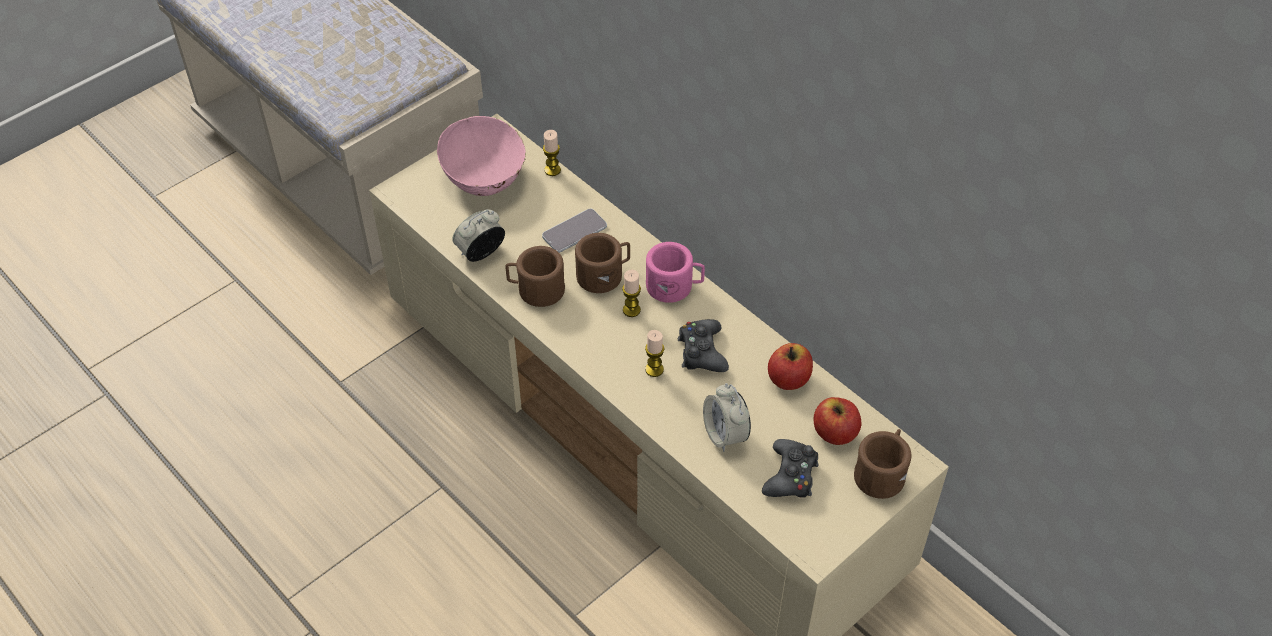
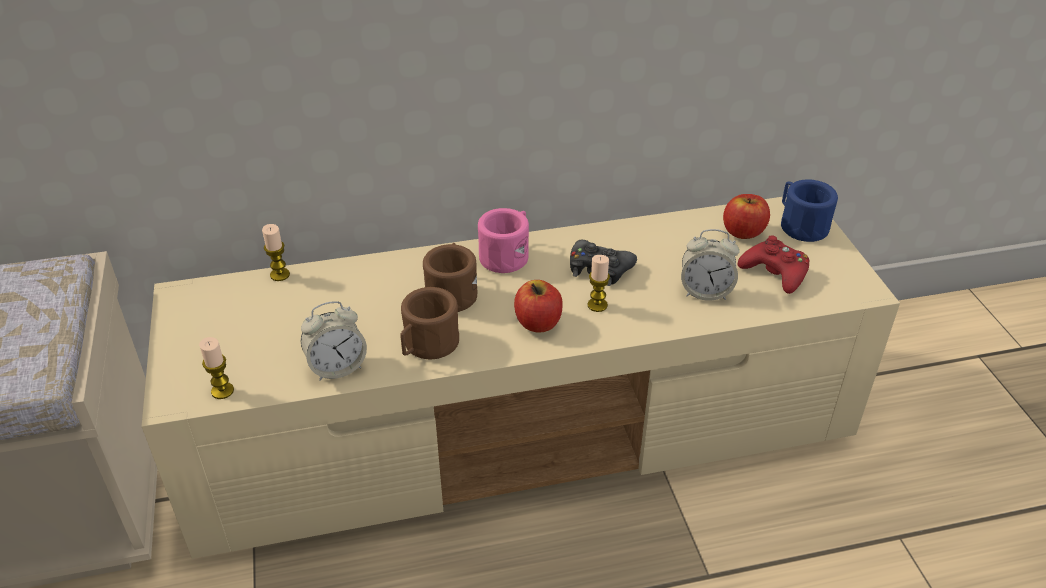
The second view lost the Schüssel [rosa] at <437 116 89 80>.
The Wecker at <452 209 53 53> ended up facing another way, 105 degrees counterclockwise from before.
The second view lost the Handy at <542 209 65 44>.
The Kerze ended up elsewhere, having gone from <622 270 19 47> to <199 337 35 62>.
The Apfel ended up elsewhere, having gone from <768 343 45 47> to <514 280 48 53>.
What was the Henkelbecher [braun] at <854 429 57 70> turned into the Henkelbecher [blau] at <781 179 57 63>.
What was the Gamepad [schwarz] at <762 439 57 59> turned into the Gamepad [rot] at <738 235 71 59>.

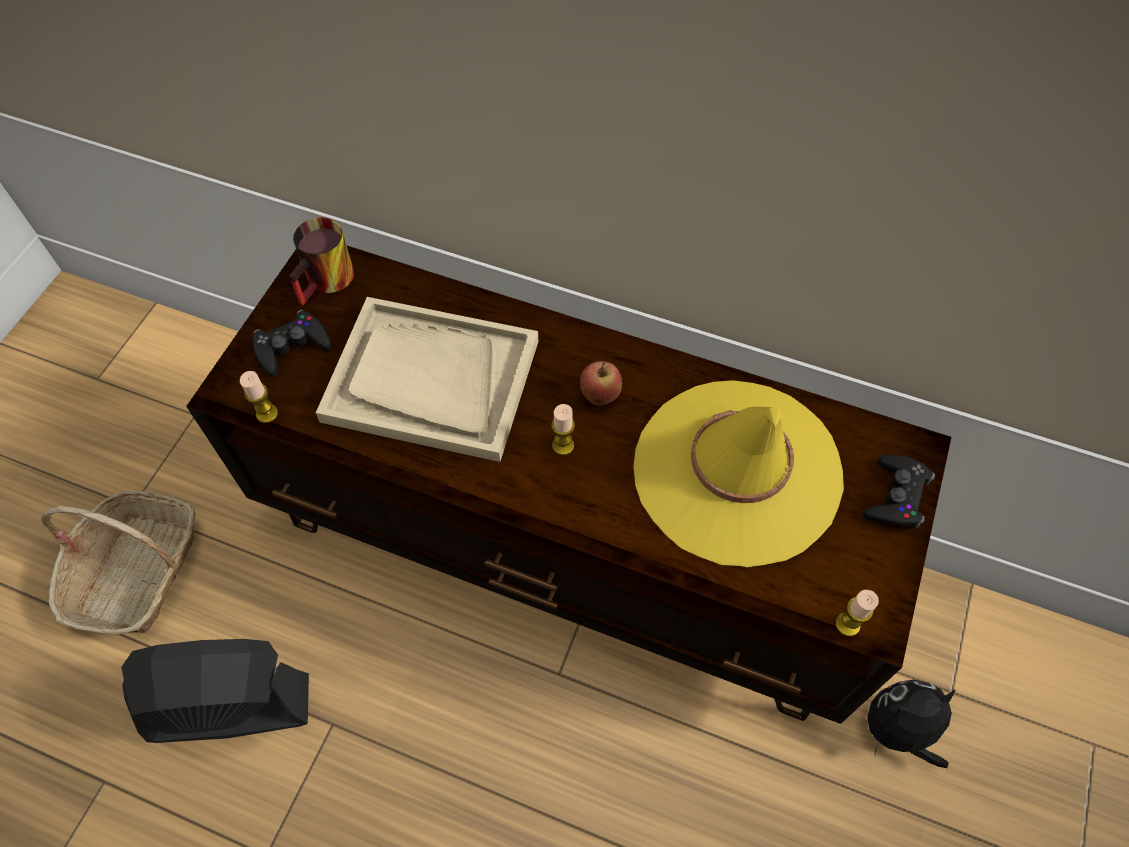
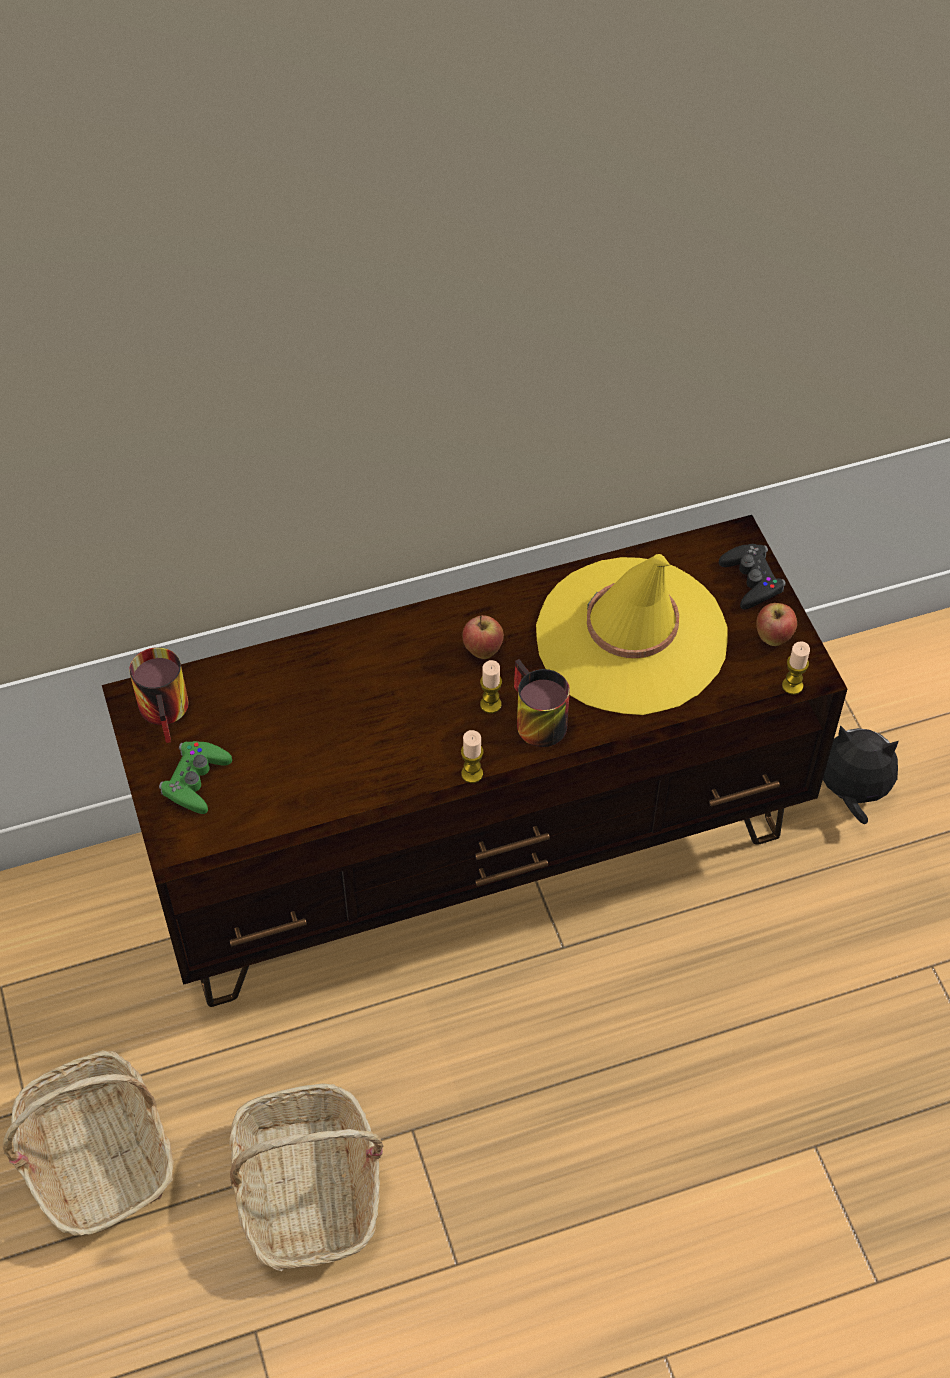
The second view lost the Tablett [beige] at <316 297 222 165>.
What was the Gamepad [schwarz] at <253 310 79 67> turned into the Gamepad [grün] at <159 741 73 73>.
The Kerze ended up elsewhere, having gone from <240 371 38 52> to <461 730 23 53>.
Where the Ventilator [schwarz] stood at <121 639 188 104>, the Korb came to stand at <229 1083 154 188>.
The Plüschtier at <867 680 89 88> ended up facing another way, 75 degrees clockwise from before.
The second view gained the Apfel at <756 603 41 43>.
The second view gained the Henkelbecher at <514 659 56 88>.

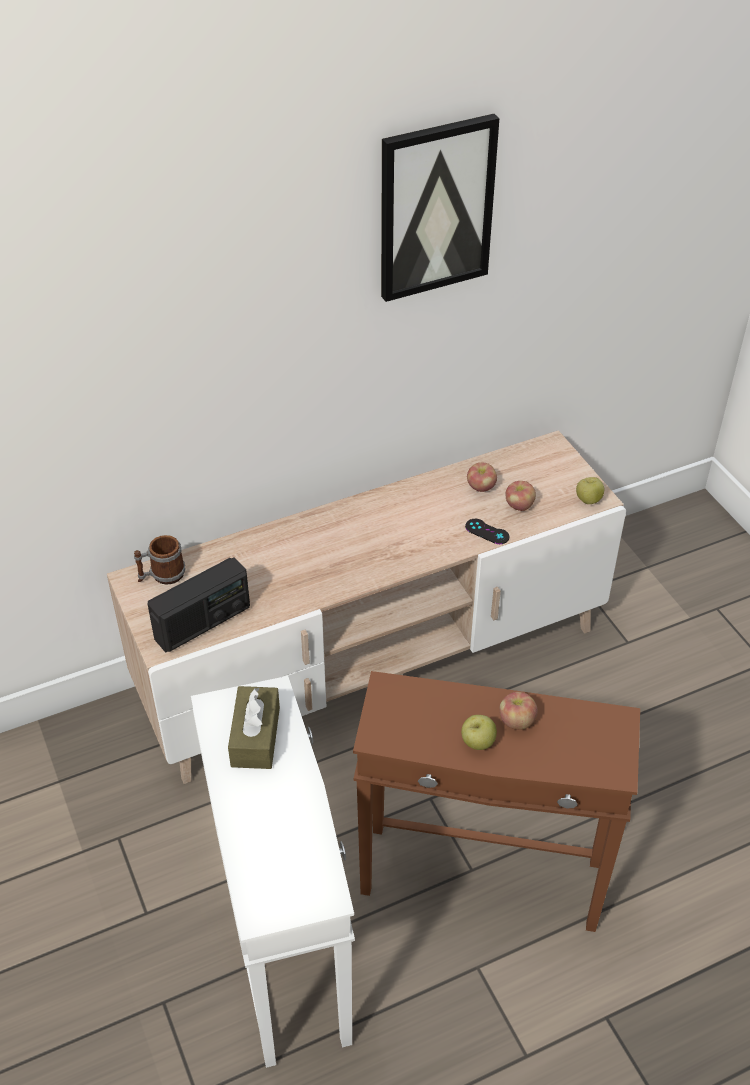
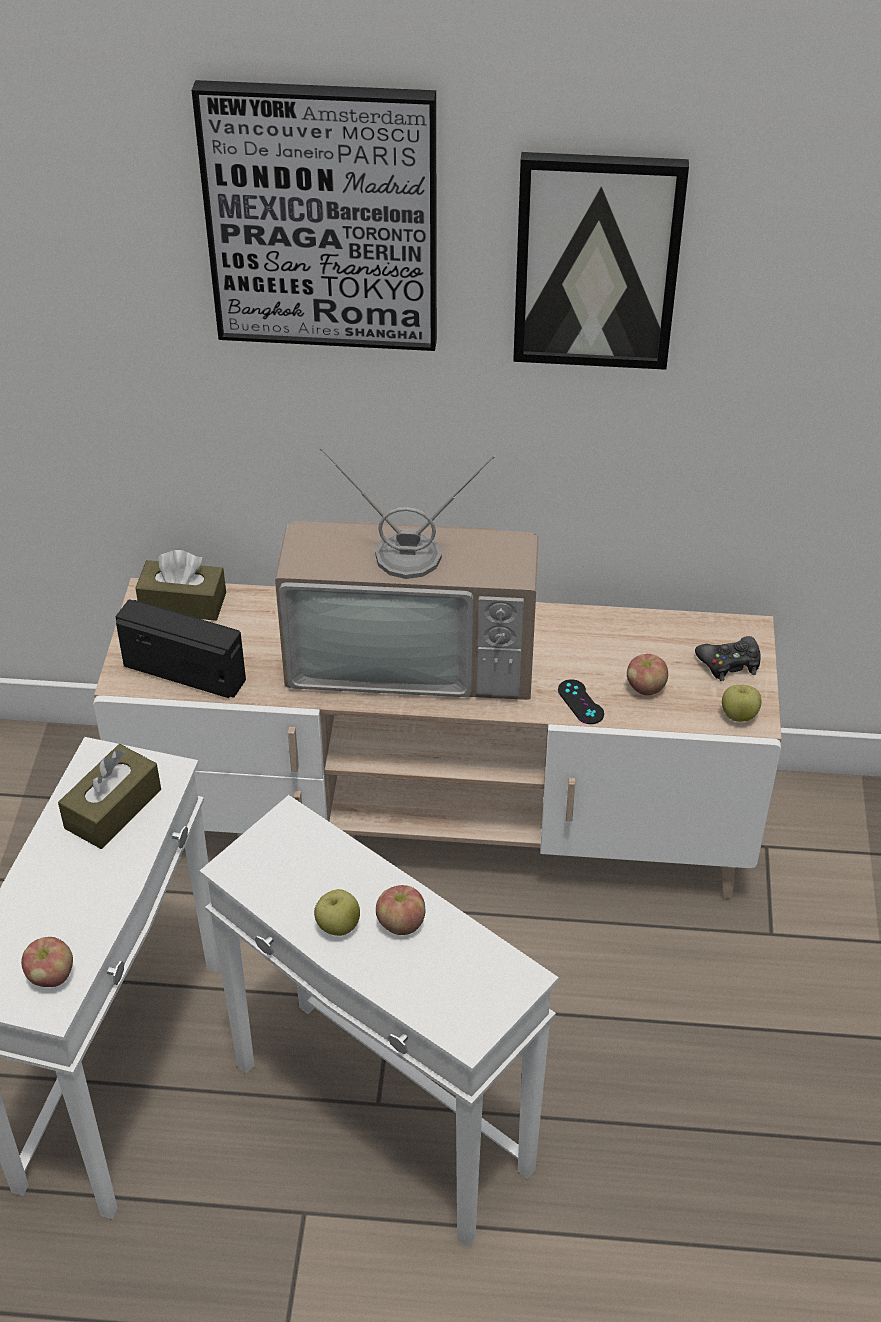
The Apfel ended up elsewhere, having gone from <467 463 30 29> to <21 937 52 50>.
Where the Henkelbecher stood at <134 535 52 50>, the Taschentuchbox [braun] came to stand at <135 550 91 71>.
The Radio at <147 557 103 96> ended up facing another way, 150 degrees counterclockwise from before.
What was the Beistelltisch [braun] at <353 671 287 261> turned into the Beistelltisch [weiß] at <200 795 359 452>.
The second view gained the Bild at <192 80 245 271>.
The second view gained the Fernseher at <275 448 264 252>.
The second view gained the Gamepad [schwarz] at <695 636 66 45>.

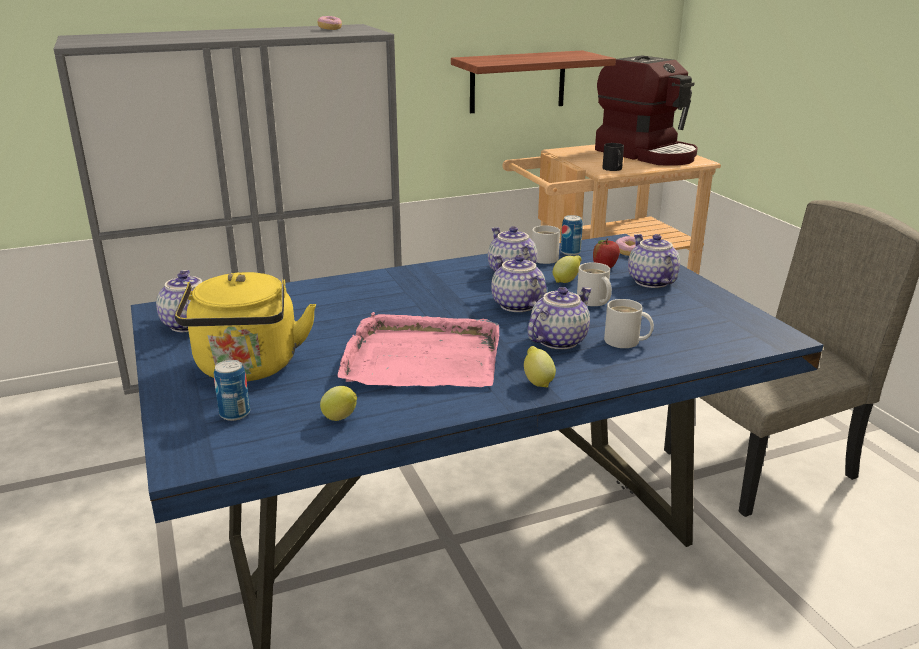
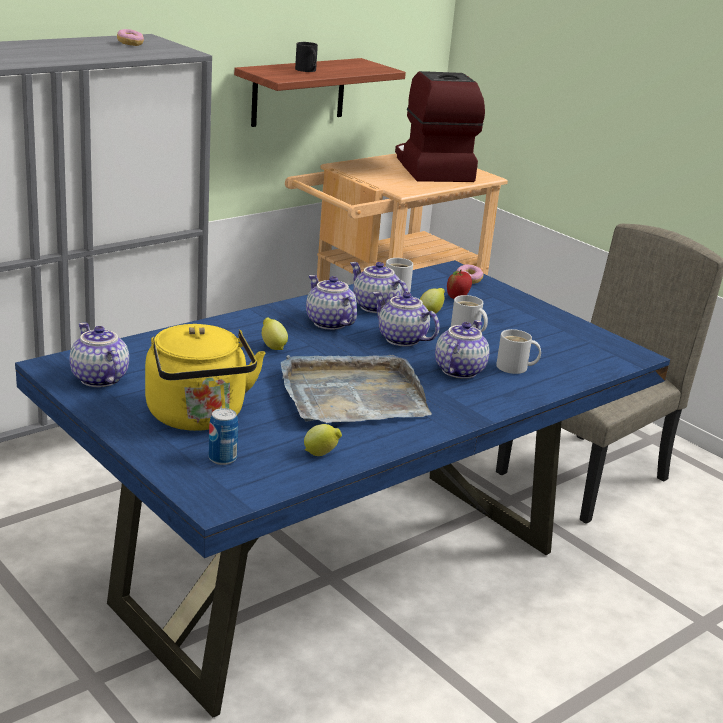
The Kaffeemaschine at <595 55 103 111> ended up facing another way, 135 degrees counterclockwise from before.
The Henkelbecher [schwarz] ended up elsewhere, having gone from <602 143 22 28> to <295 42 23 30>.
The second view lost the Dose at <561 215 22 40>.
The Teekanne ended up elsewhere, having gone from <628 234 52 54> to <306 275 51 55>.
What was the Tablett [rosa] at <337 312 162 75> turned into the Tablett [grau] at <281 355 151 68>.
The Zitrone ended up elsewhere, having gone from <524 346 32 41> to <262 317 26 33>.

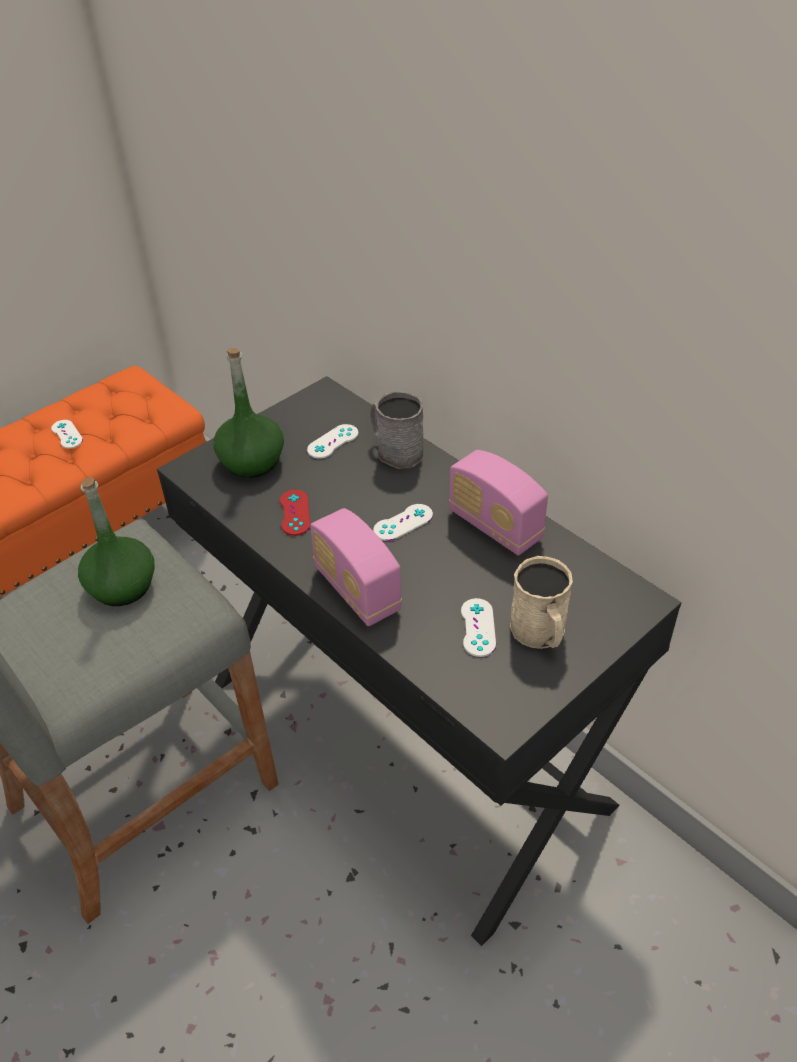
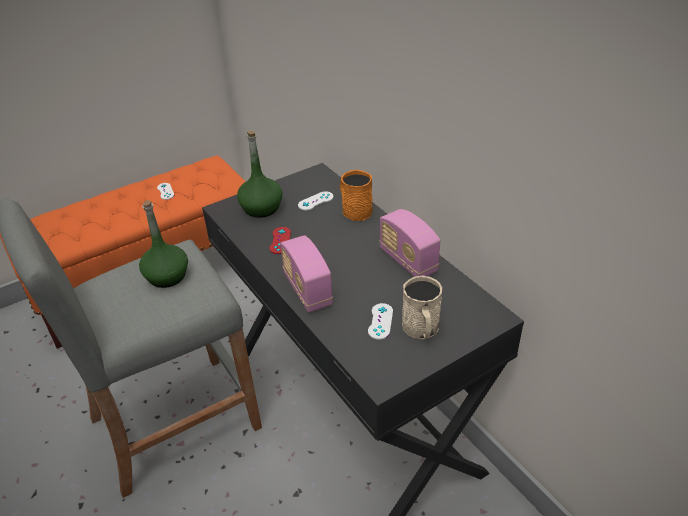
What was the Henkelbecher [grau] at <370 391 54 78> turned into the Henkelbecher [orange] at <340 170 32 51>.
The second view lost the Gamepad [weiß] at <373 504 60 37>.

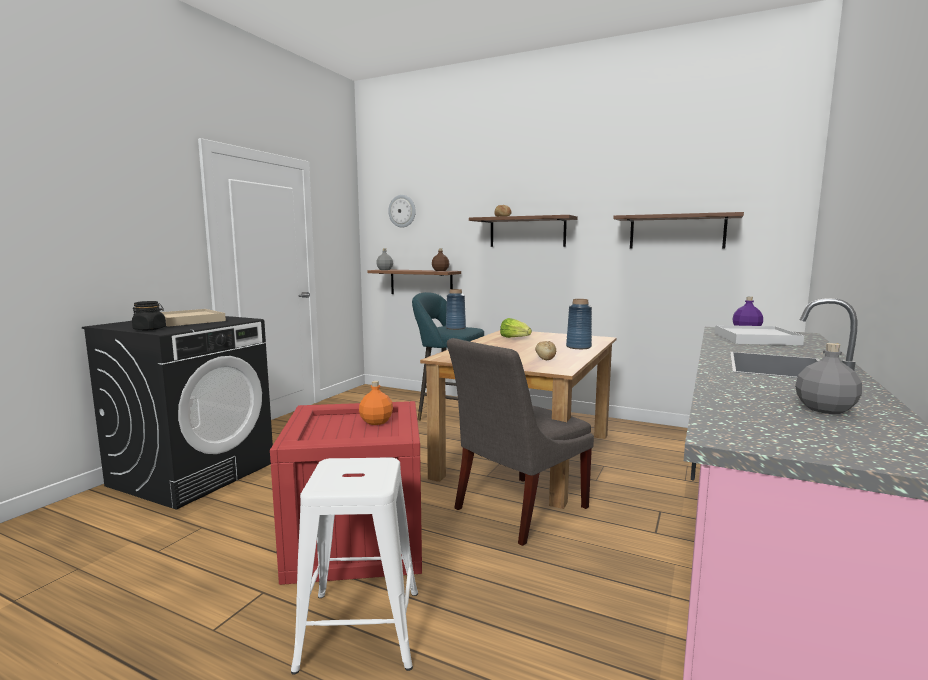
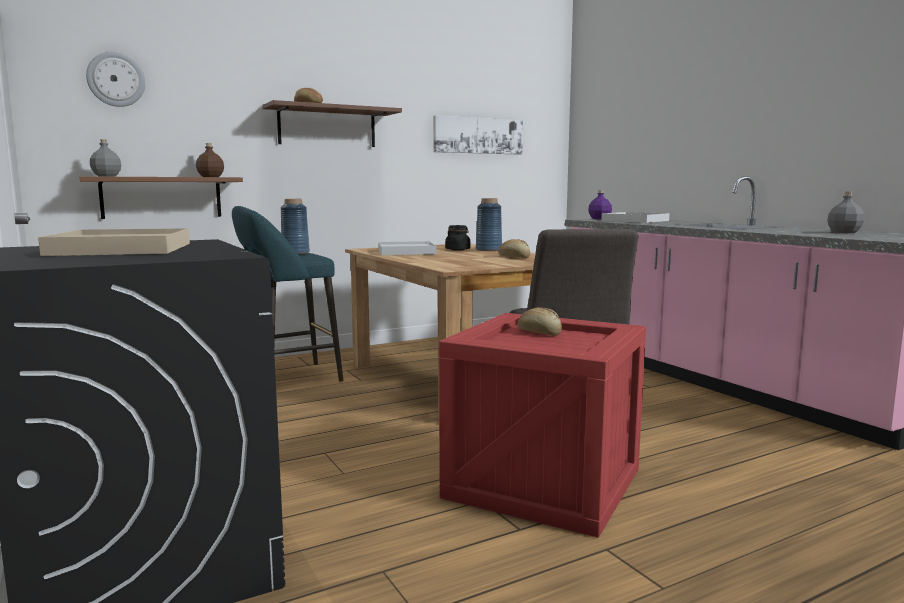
Where the Wandregal [braun] hung at <613 212 131 37>, the Bild came to hang at <433 115 90 40>.
The Vorratsglas [schwarz] ended up elsewhere, having gone from <132 301 34 30> to <445 225 25 25>.
Where the Salatkopf stood at <500 318 32 20>, the Tablett [weiß] came to stand at <378 241 58 14>.
Where the Flasche [orange] stood at <359 381 34 44>, the Brot came to stand at <518 307 44 29>.
The second view lost the Hocker [weiß] at <291 457 127 217>.

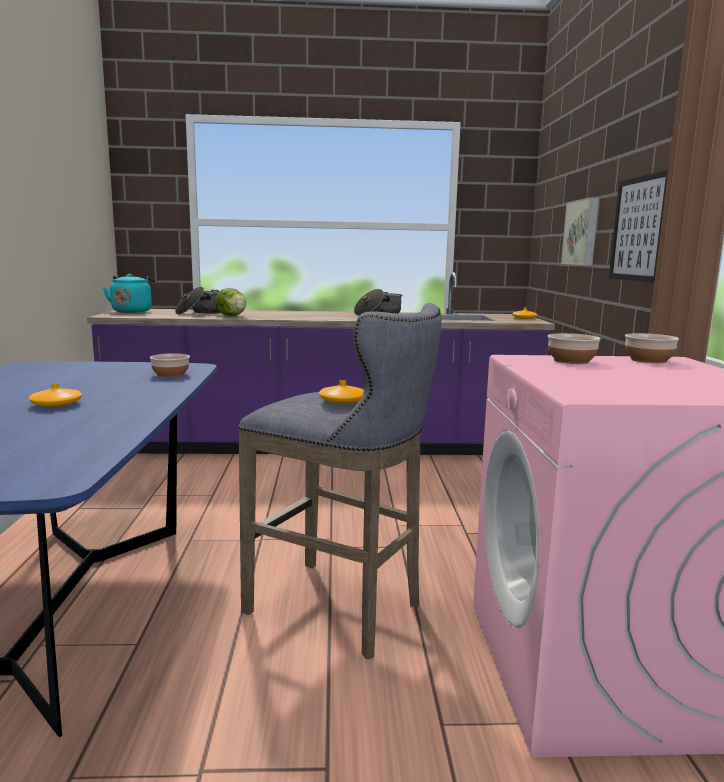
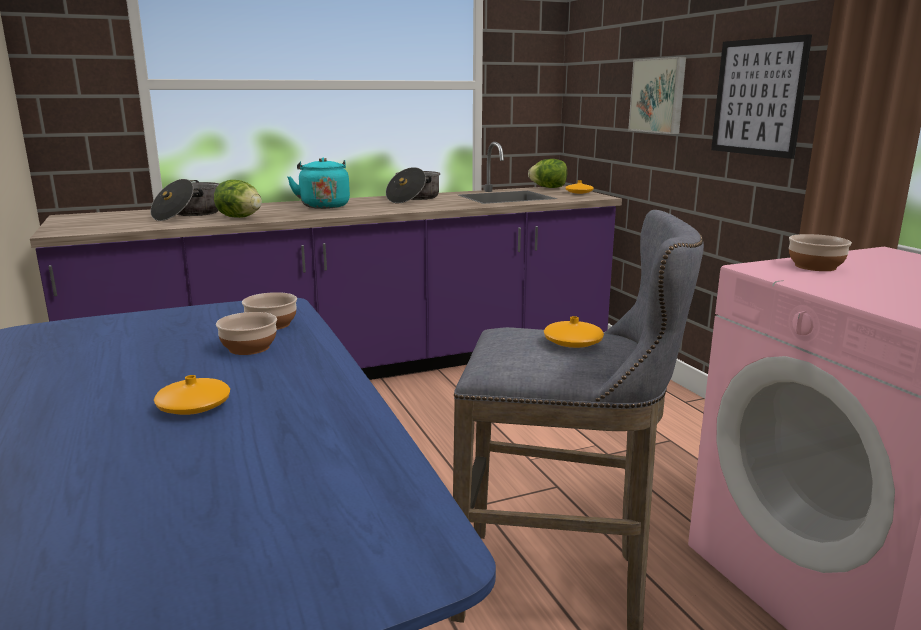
The Wasserkessel [türkis] ended up elsewhere, having gone from <103 274 52 39> to <287 158 63 51>.
The Schüssel ended up elsewhere, having gone from <625 333 54 30> to <216 312 61 43>.
The second view gained the Salatkopf at <528 159 39 29>.

